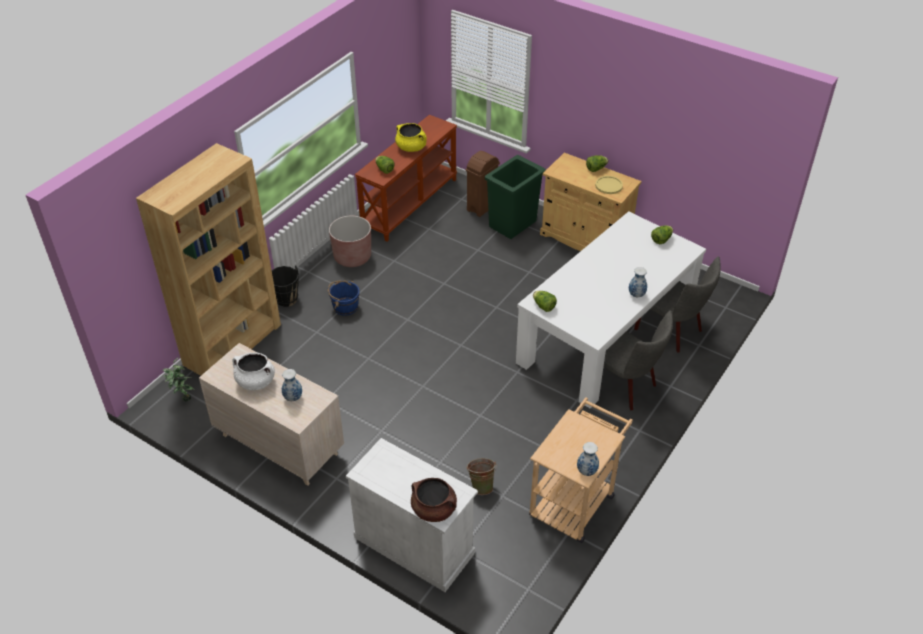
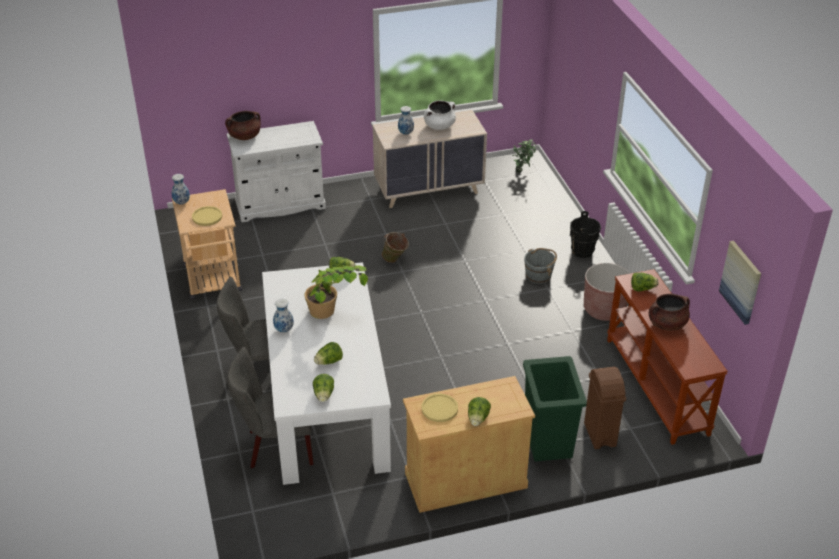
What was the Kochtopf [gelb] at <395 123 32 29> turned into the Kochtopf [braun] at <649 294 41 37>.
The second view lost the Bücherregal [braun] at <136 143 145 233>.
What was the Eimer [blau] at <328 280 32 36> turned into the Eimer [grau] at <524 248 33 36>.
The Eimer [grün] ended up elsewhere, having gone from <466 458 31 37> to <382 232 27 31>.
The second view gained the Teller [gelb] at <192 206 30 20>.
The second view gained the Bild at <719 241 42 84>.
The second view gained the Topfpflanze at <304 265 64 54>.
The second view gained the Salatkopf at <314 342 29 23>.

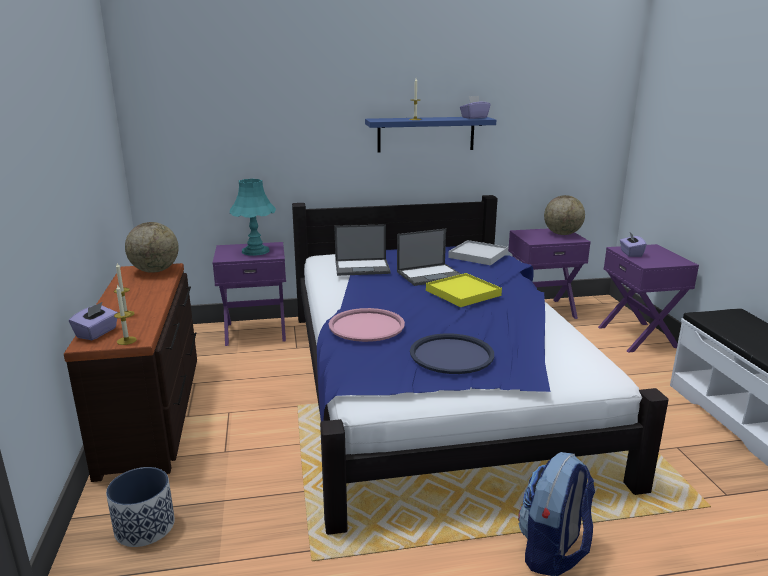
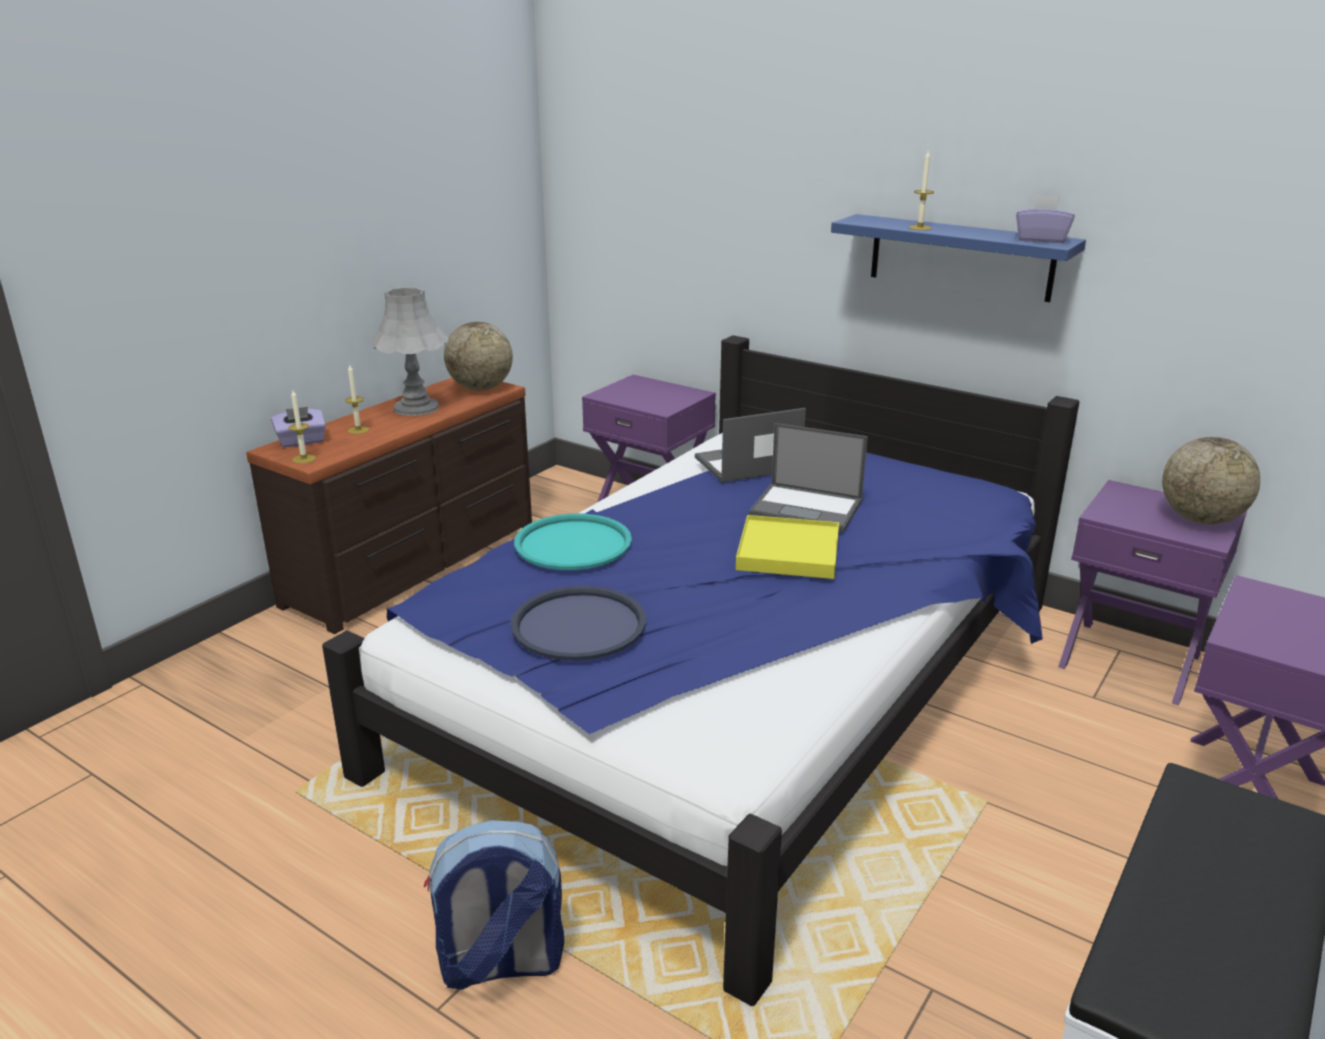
The second view lost the Tischlampe [türkis] at <230 179 46 77>.
The Laptop at <334 224 57 52> ended up facing another way, 120 degrees clockwise from before.
The second view lost the Taschentuchbox [lila] at <620 233 27 24>.
The second view lost the Tablett [weiß] at <448 240 60 25>.
What was the Tablett [rosa] at <329 308 76 34> turned into the Tablett [türkis] at <514 514 118 56>.
The second view lost the Pflanzkübel at <106 467 69 80>.
The second view gained the Tischlampe [grau] at <371 287 77 129>.

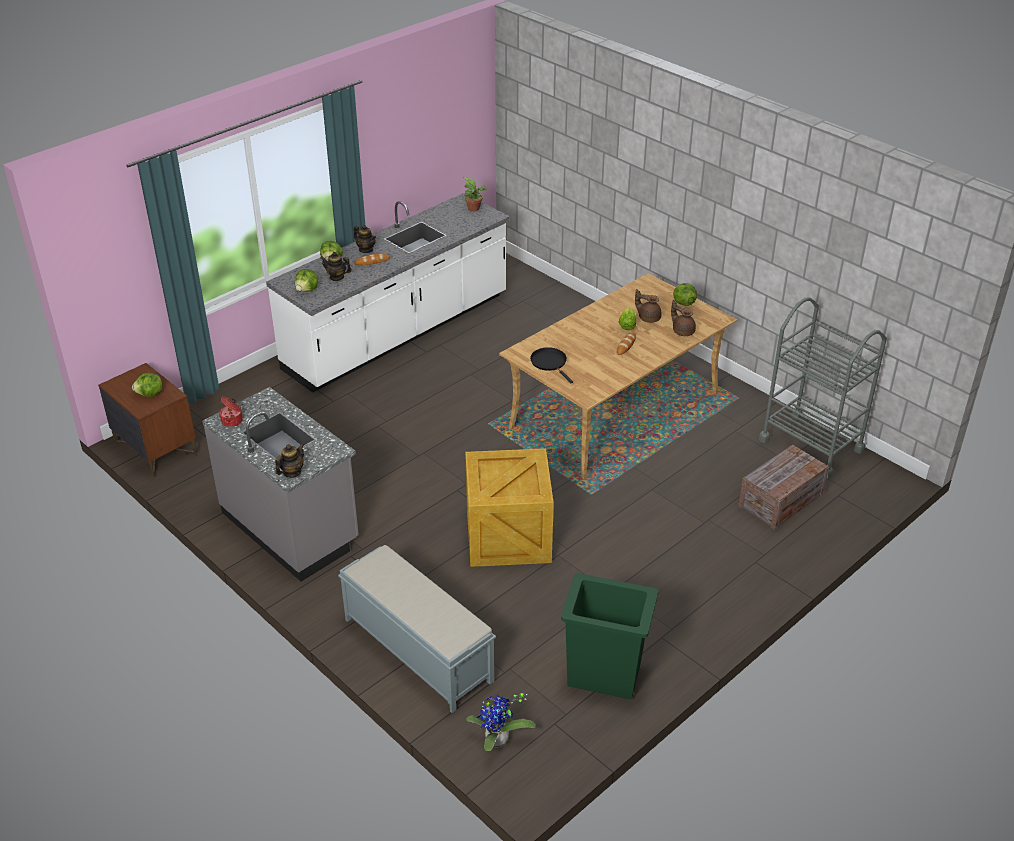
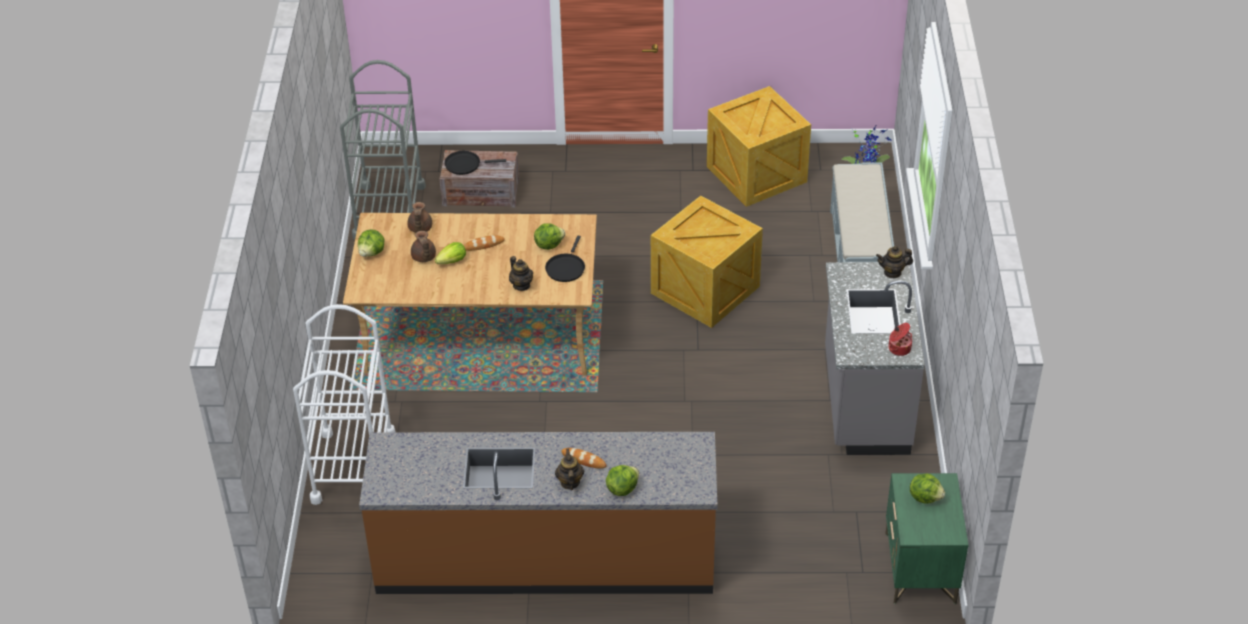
The second view lost the Topfpflanze at <463 177 24 35>.
What was the Küchenzeile [weiß] at <266 193 244 200> turned into the Küchenzeile [braun] at <359 432 358 162>.
The Teekanne ended up elsewhere, having gone from <321 252 31 29> to <509 256 24 35>.
The Salatkopf ended up elsewhere, having gone from <295 269 23 23> to <534 223 31 27>.
What was the Nachttisch [braun] at <98 363 99 115> turned into the Nachttisch [grün] at <885 473 84 131>.
Where the Mülleimer [grün] stood at <561 573 97 127>, the Kiste came to stand at <707 86 104 121>.
The second view gained the Pfanne [schwarz] at <444 151 62 24>.
The second view gained the Rollwagen [weiß] at <293 304 103 201>.

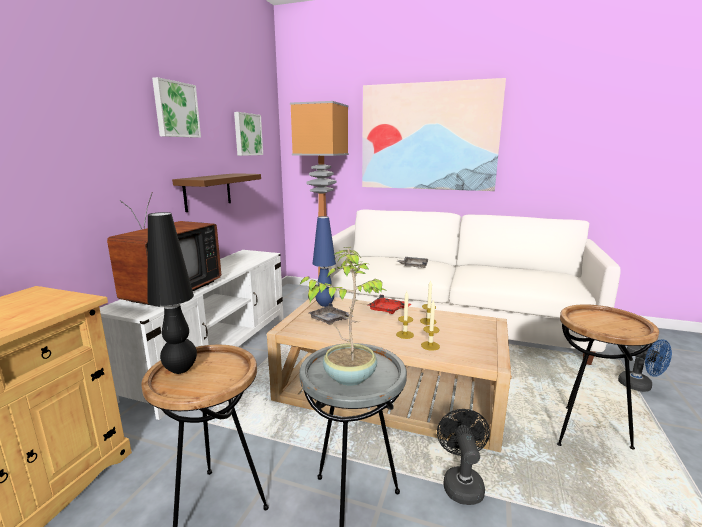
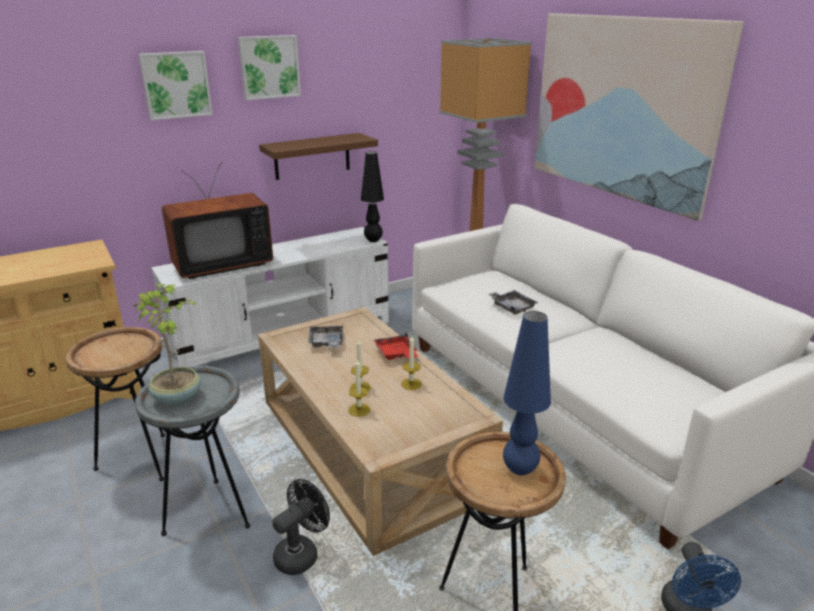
The Bild ended up elsewhere, having gone from <234 112 29 44> to <138 51 75 69>.
The Tischlampe [schwarz] ended up elsewhere, having gone from <147 212 50 162> to <361 151 23 91>.
The Tischlampe [blau] ended up elsewhere, having gone from <312 216 24 91> to <503 311 48 164>.

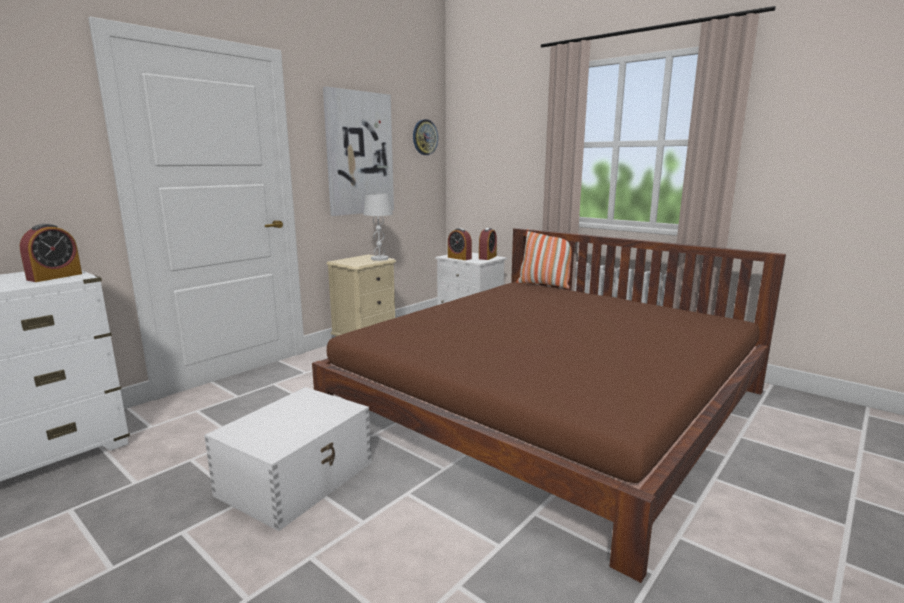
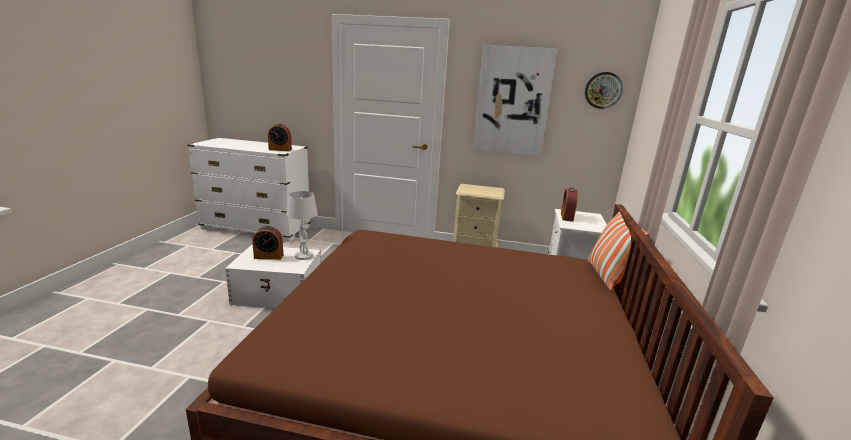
The Tischlampe [weiß] ended up elsewhere, having gone from <363 193 30 68> to <286 191 32 69>.
The Wecker ended up elsewhere, having gone from <479 228 18 32> to <252 226 31 34>.

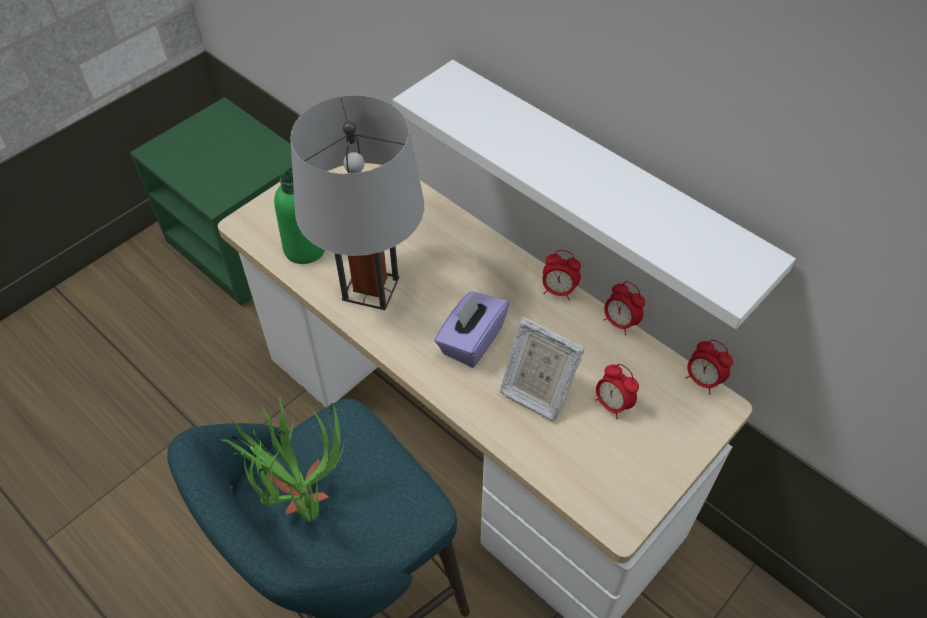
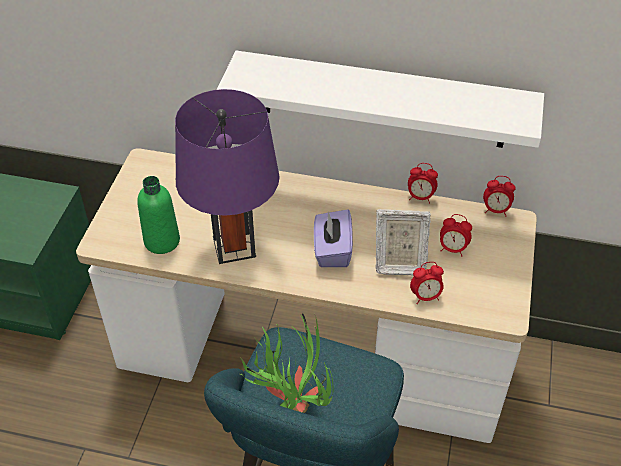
What was the Tischlampe [grau] at <290 95 134 215> turned into the Tischlampe [lila] at <175 89 105 175>.
The Wecker ended up elsewhere, having gone from <542 250 39 50> to <410 262 34 42>.

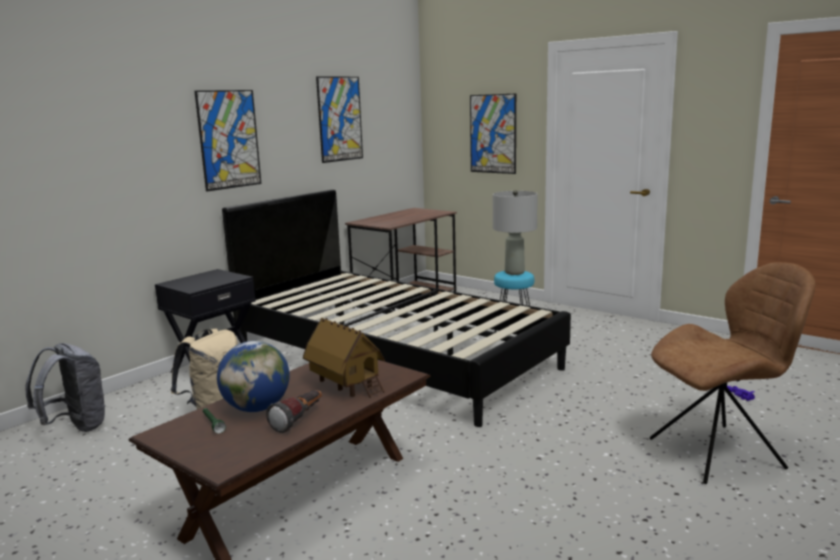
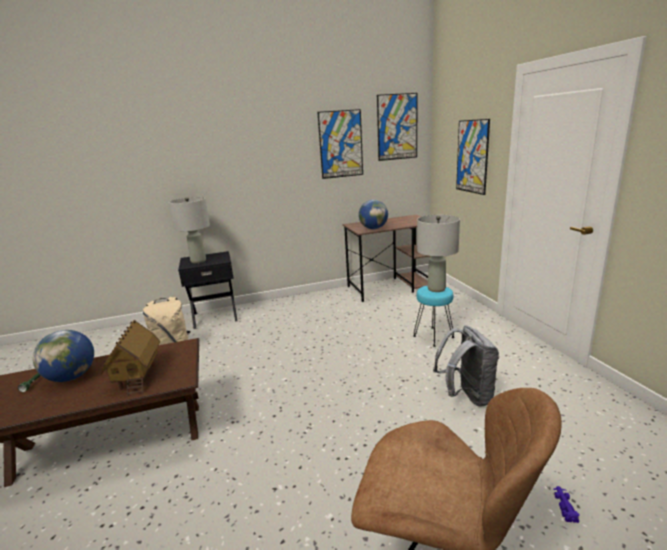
The Bild ended up elsewhere, having gone from <195 90 66 102> to <377 93 41 68>.
The second view lost the Bett [schwarz] at <222 190 349 237>.
The Rucksack [grau] ended up elsewhere, having gone from <25 343 81 89> to <433 326 66 81>.
The second view lost the Taschenlampe at <266 390 56 43>.
The second view gained the Tischlampe [grau] at <169 197 41 66>.
The second view gained the Globus at <359 200 29 29>.

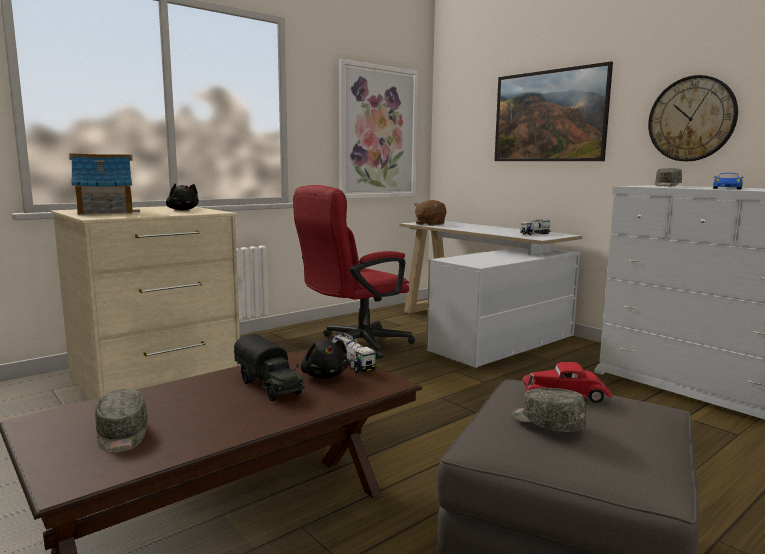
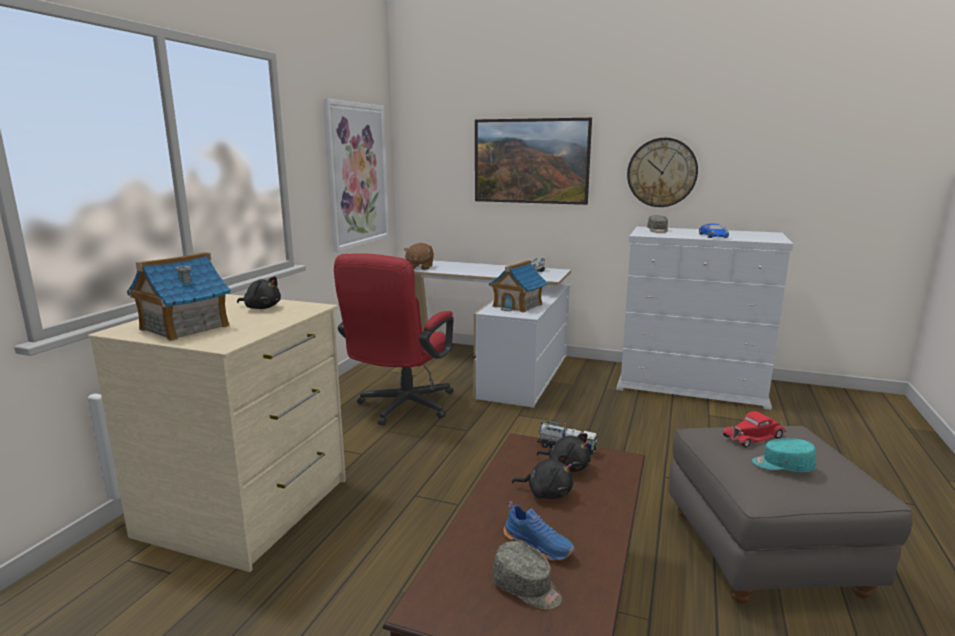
Where the Spielzeuglaster stood at <234 334 71 67>, the Plüschtier [schwarz] came to stand at <512 454 61 45>.
What was the Kappe [grau] at <512 388 74 44> turned into the Kappe [türkis] at <752 438 64 34>.
The second view gained the Spielzeughaus at <489 260 59 53>.
The second view gained the Schuh [blau] at <504 501 71 60>.

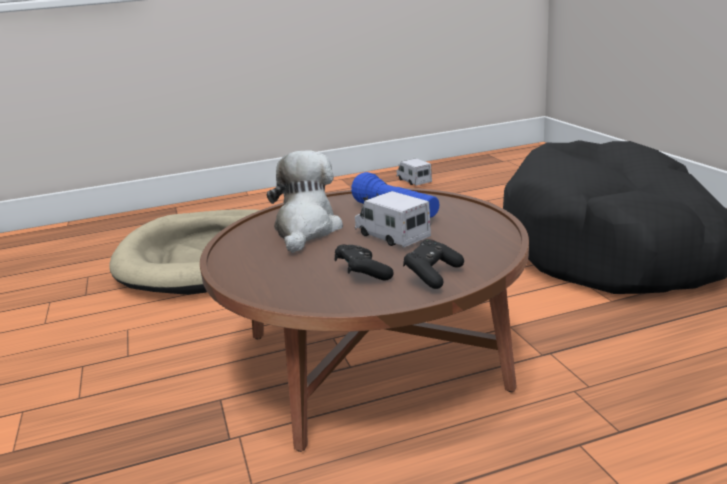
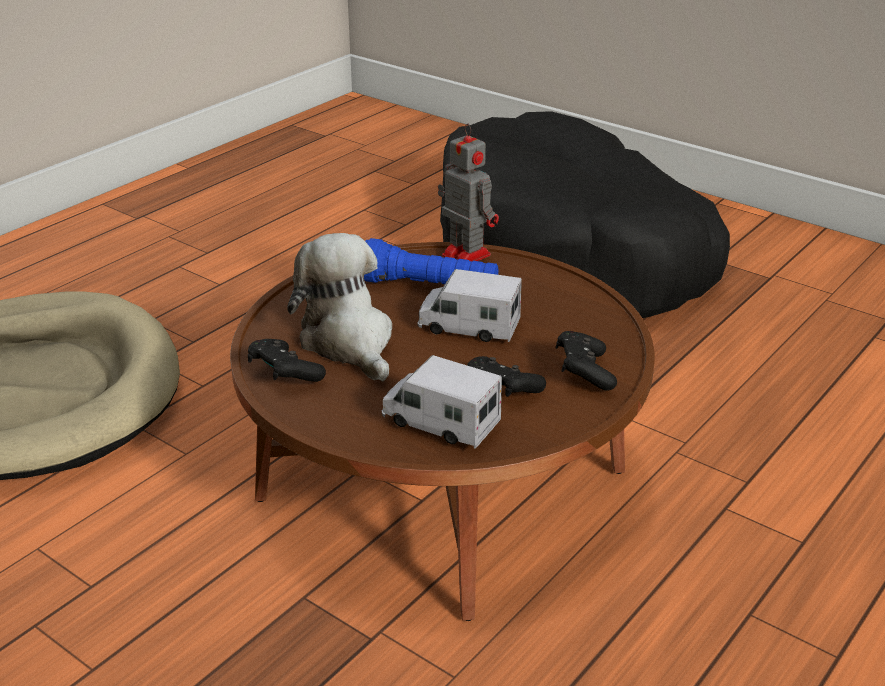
The Spielzeuglaster ended up elsewhere, having gone from <397 158 35 28> to <382 355 120 94>.
The second view gained the Spielzeugroboter at <438 123 61 138>.
The second view gained the Gamepad [schwarz] at <248 339 78 43>.

